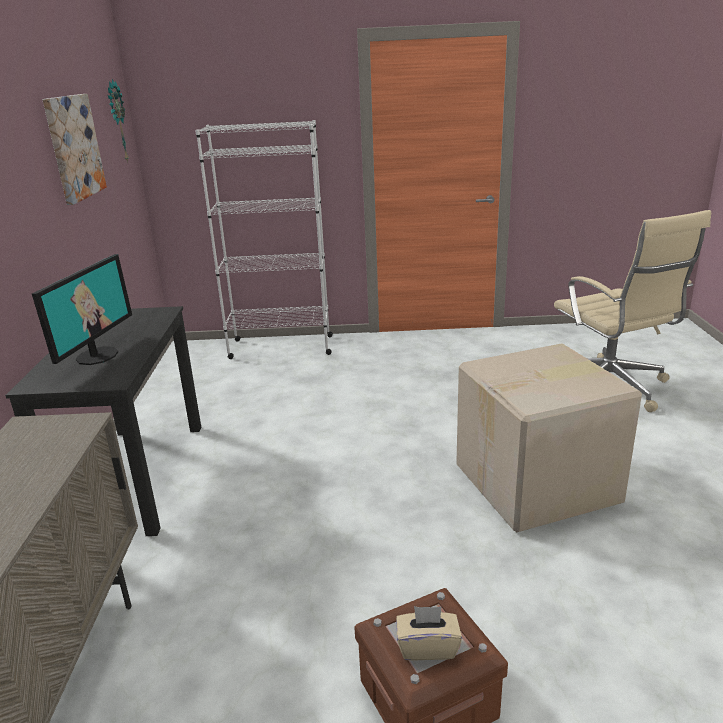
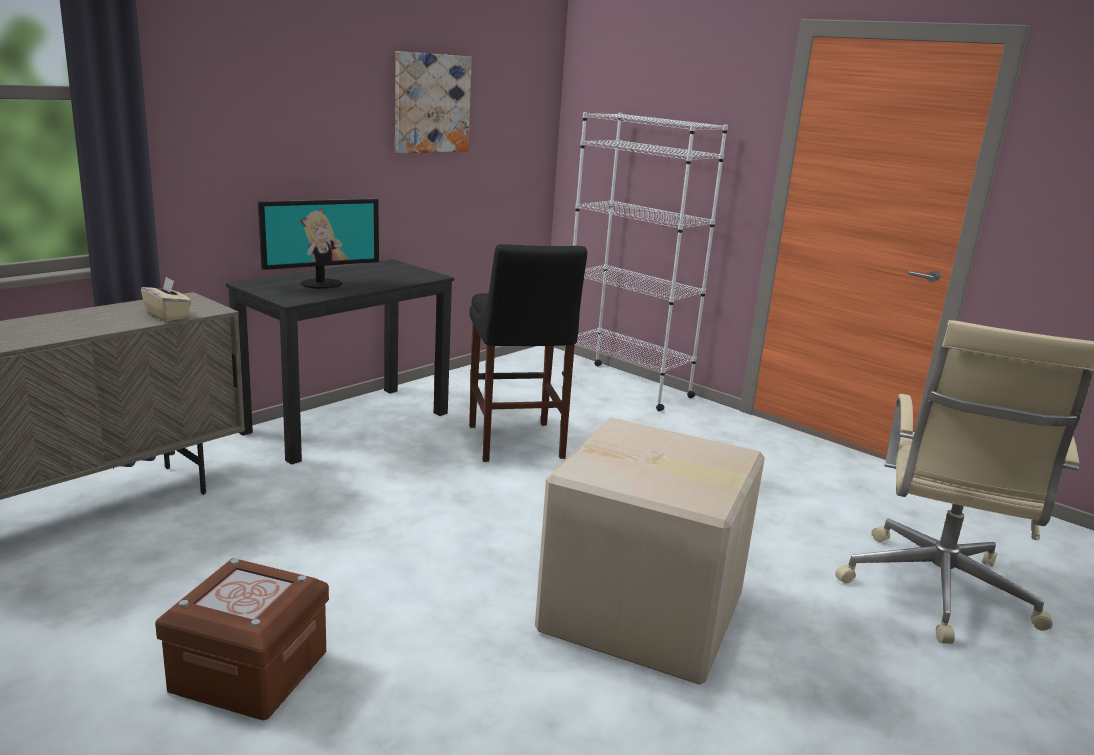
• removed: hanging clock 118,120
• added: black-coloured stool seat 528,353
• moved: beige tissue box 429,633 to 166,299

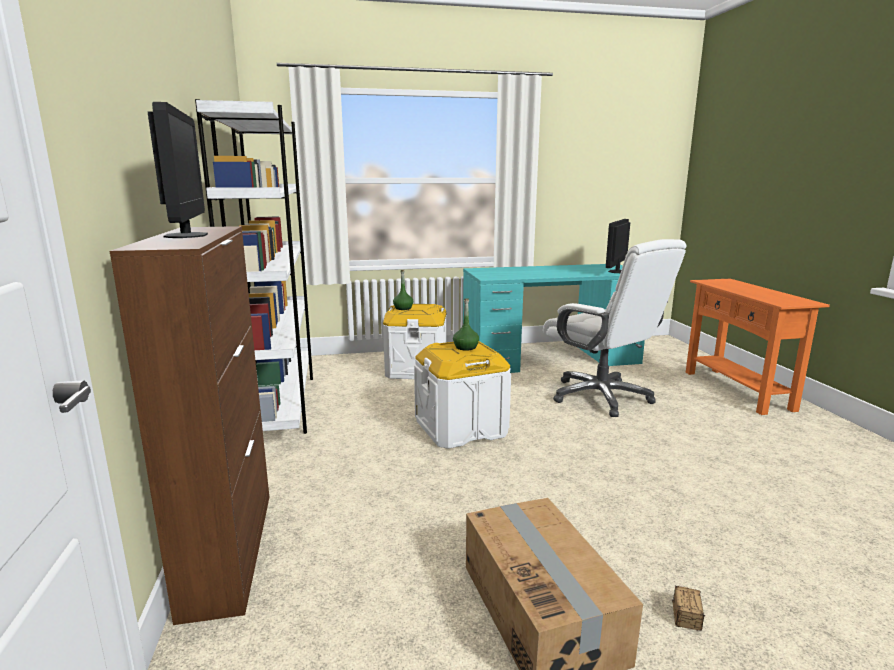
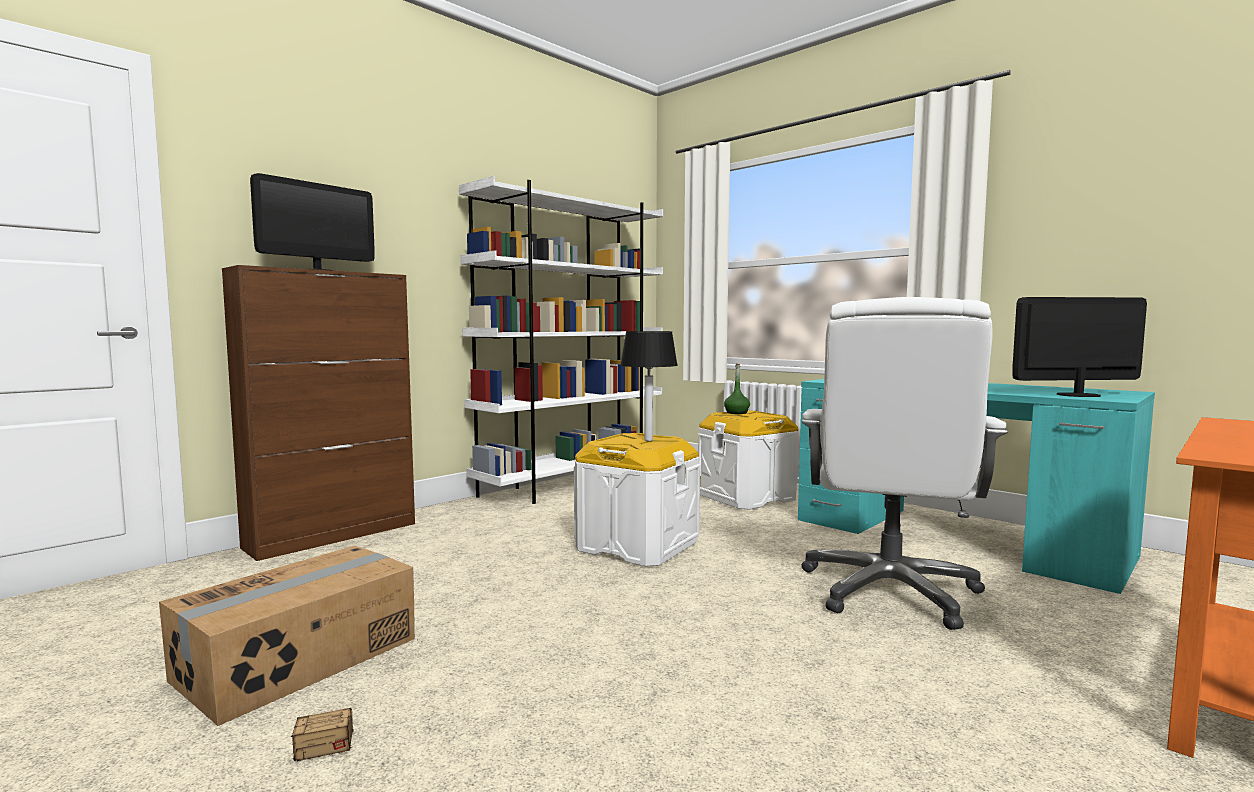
• replaced: green drink bottle 466,325 to table lamp 649,386

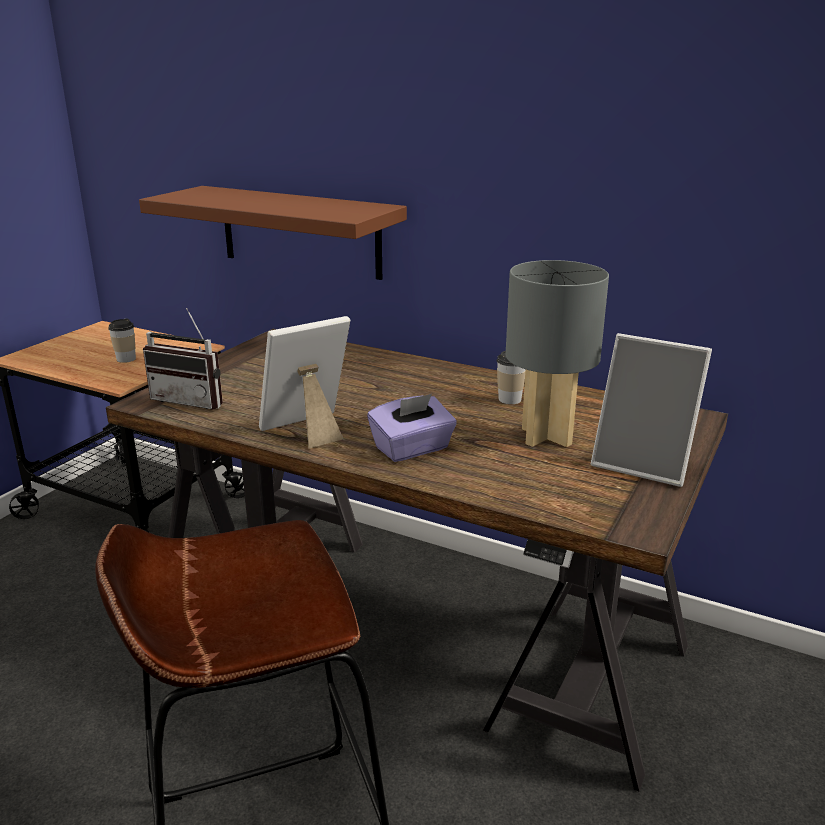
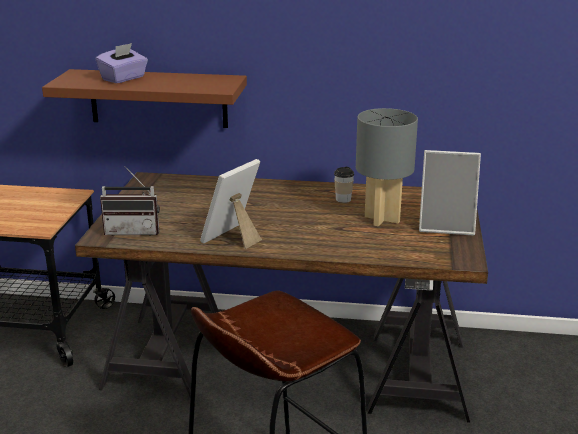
• removed: cup 122,340
• moved: purple tissue box 412,428 to 122,63

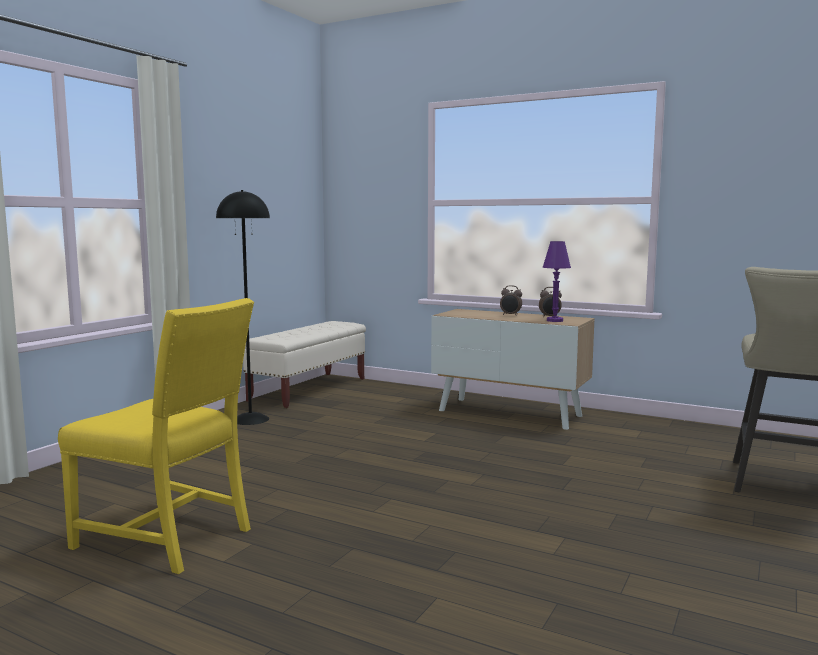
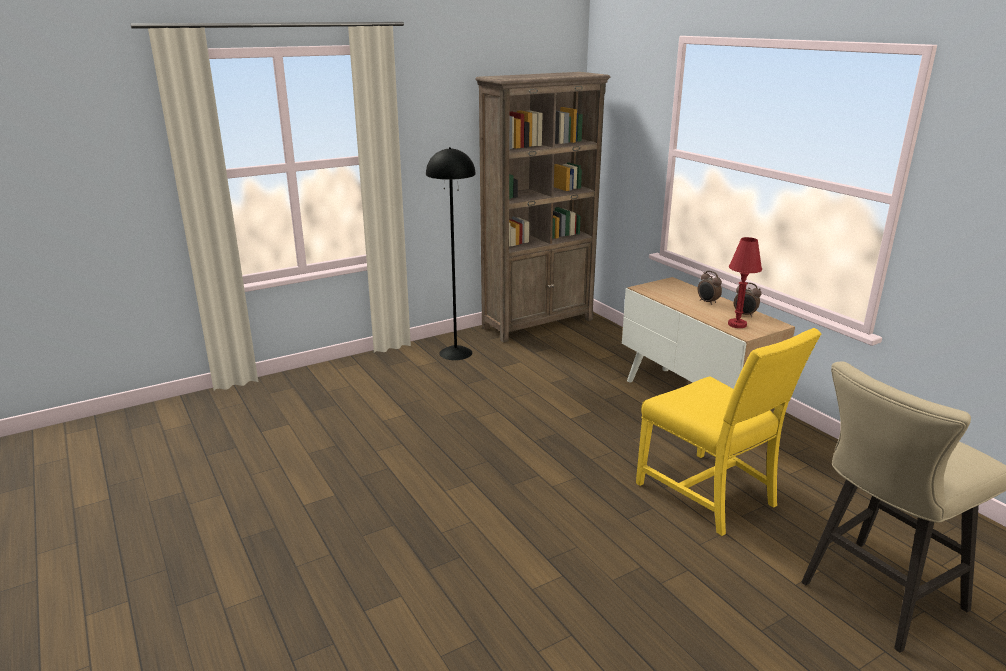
• moved: yellowish upright chair 156,436 to 728,432
• replaced: beige indoor bench 304,364 to brown-coloured shelving unit 542,207
• recoloured: purple table lamp 557,281 to red table lamp 745,282

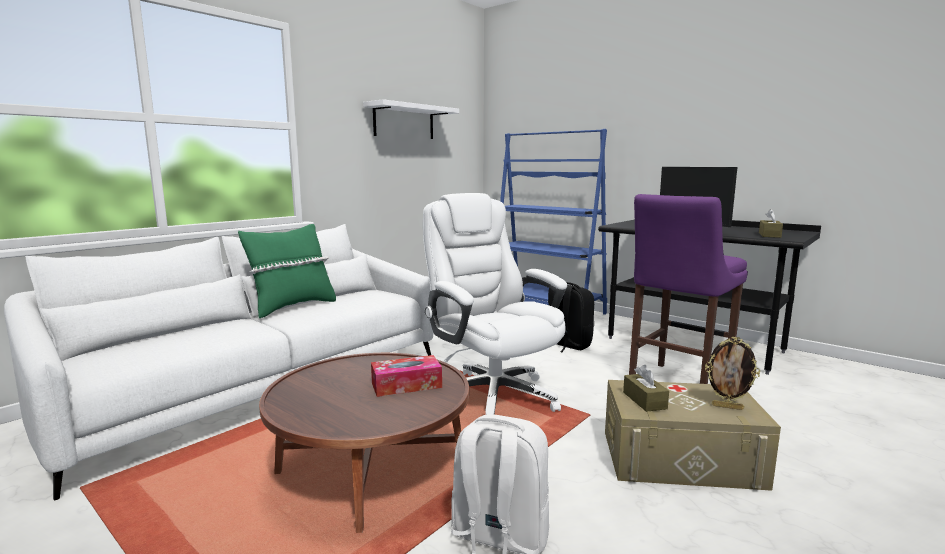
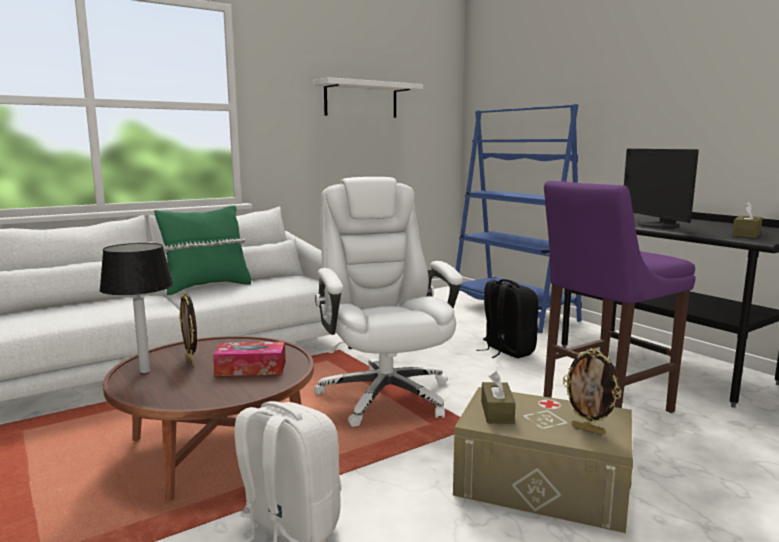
• added: table lamp 136,308
• added: photo frame 188,329

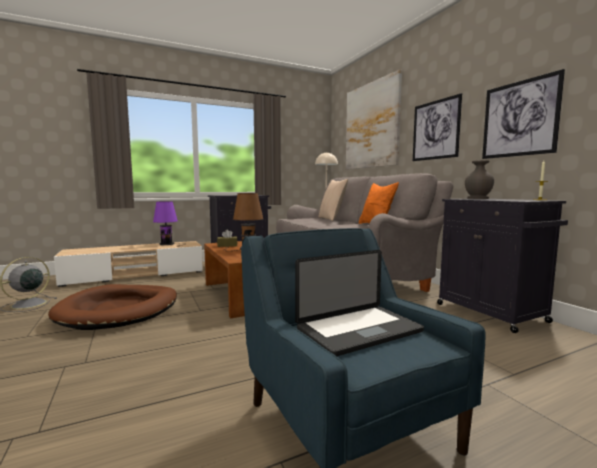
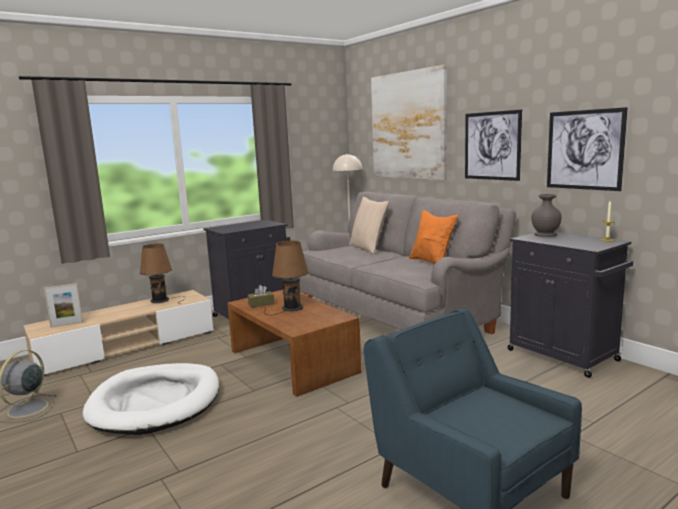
• removed: portable computer 359,303
• added: photo frame 63,305
• recoloured: brown-coloured dog bed 112,307 to white-coloured dog bed 151,399
• recoloured: purple table lamp 169,224 to brown-coloured table lamp 163,274

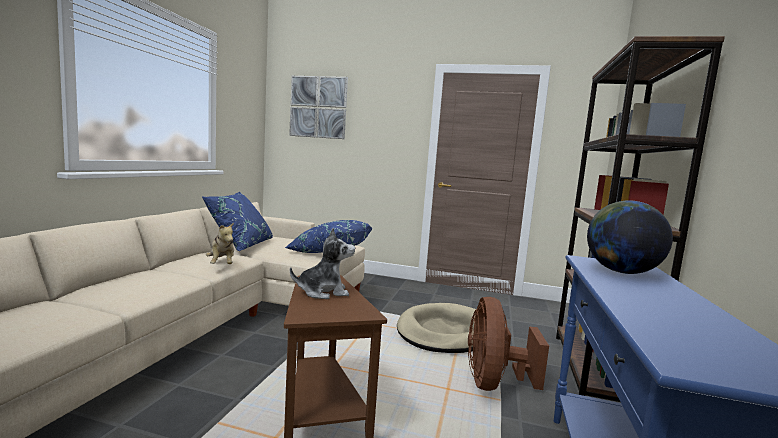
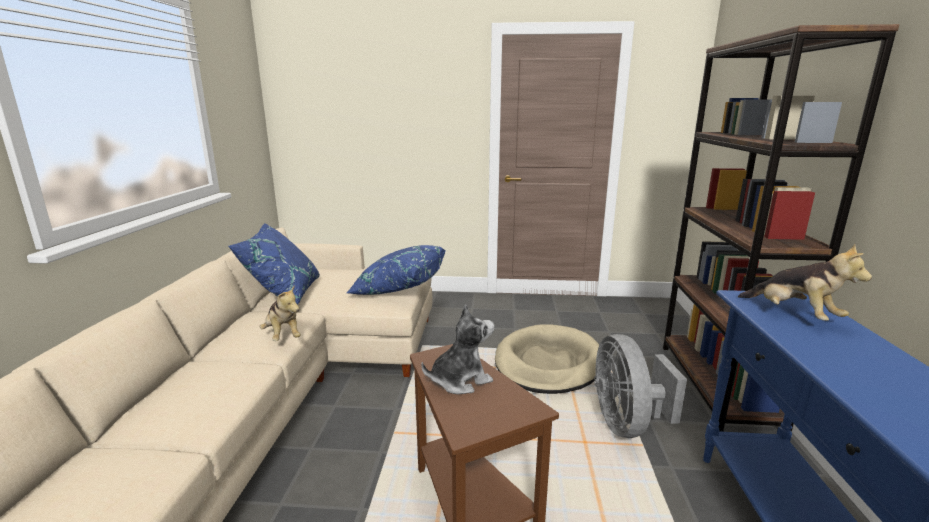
• removed: picture 318,107
• replaced: world globe 630,237 to soft toy 805,282
• recoloured: brown-coloured fan 508,344 to grey fan 640,386

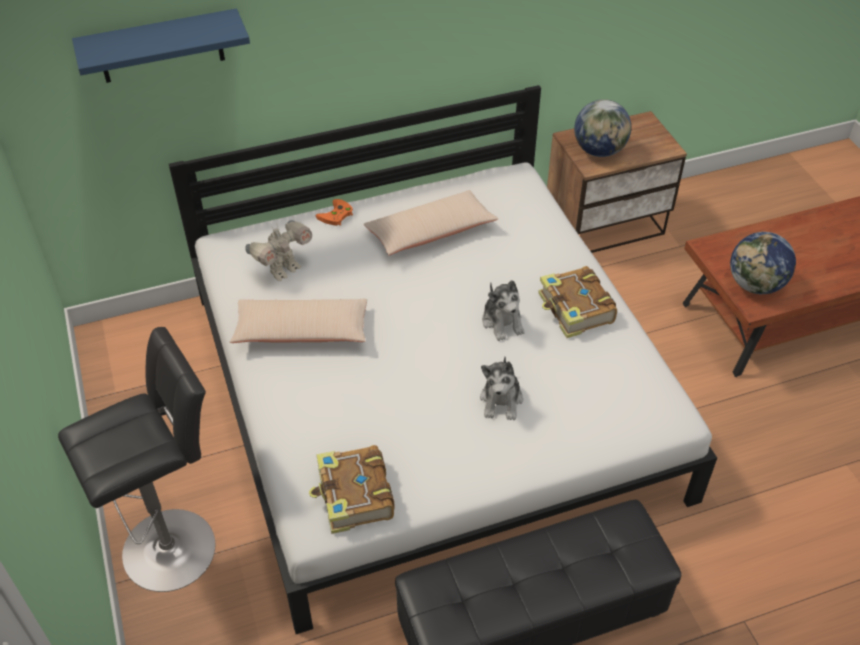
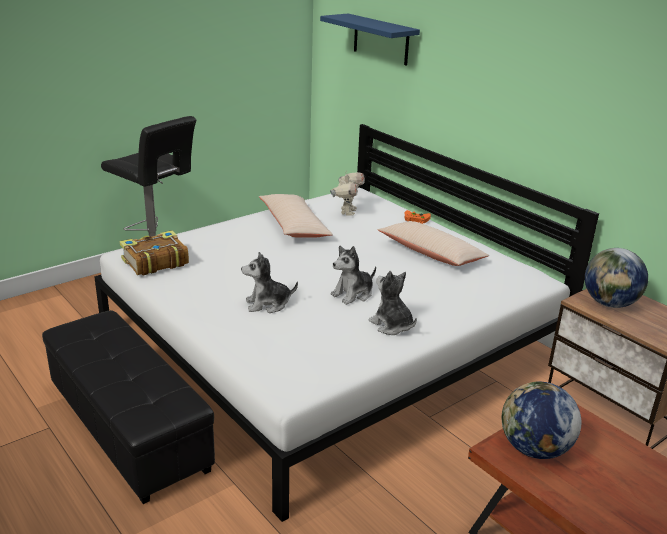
• replaced: bound book 577,302 to soft toy 393,303
• turned: toy robot 278,250 = 347,193 105 degrees counterclockwise

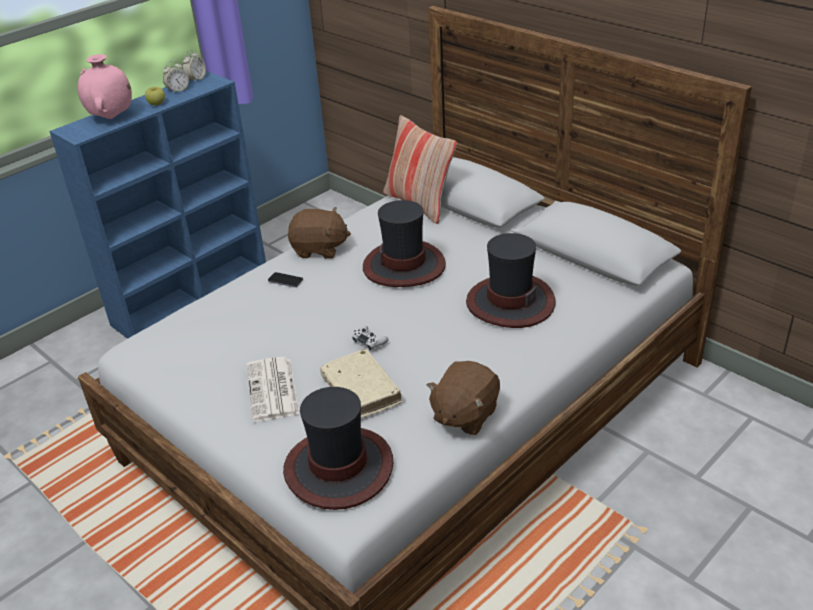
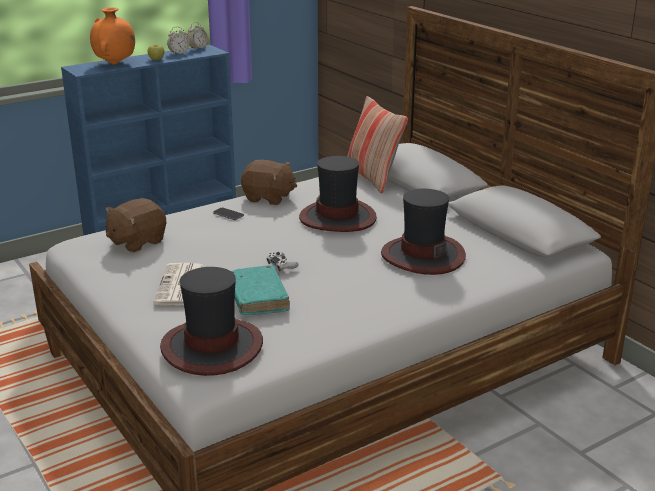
• moved: brown-coloured soft toy 463,398 to 135,225
• recoloured: pink-coloured decorative vase 105,86 to orangey decorative vase 112,36
• recoloured: beige bound book 361,383 to turquoise-coloured bound book 260,290

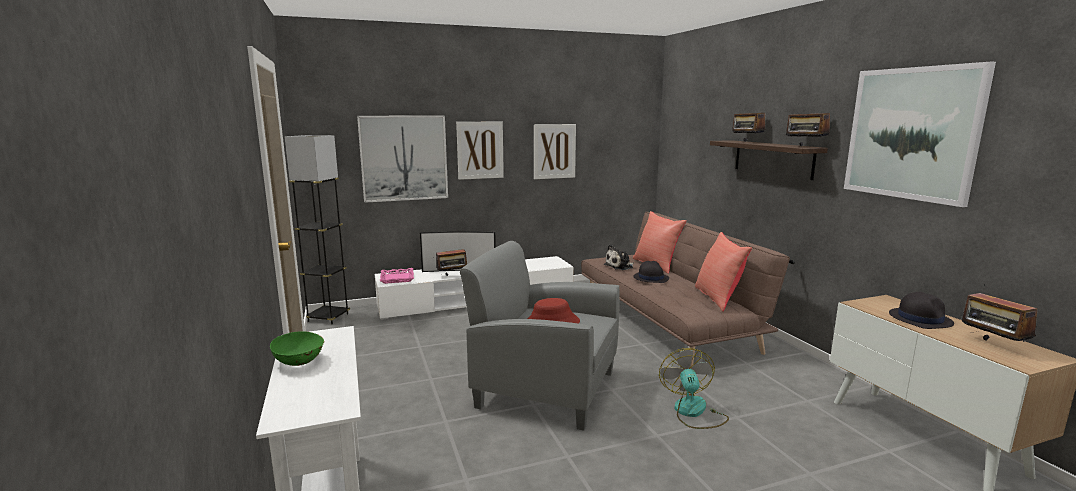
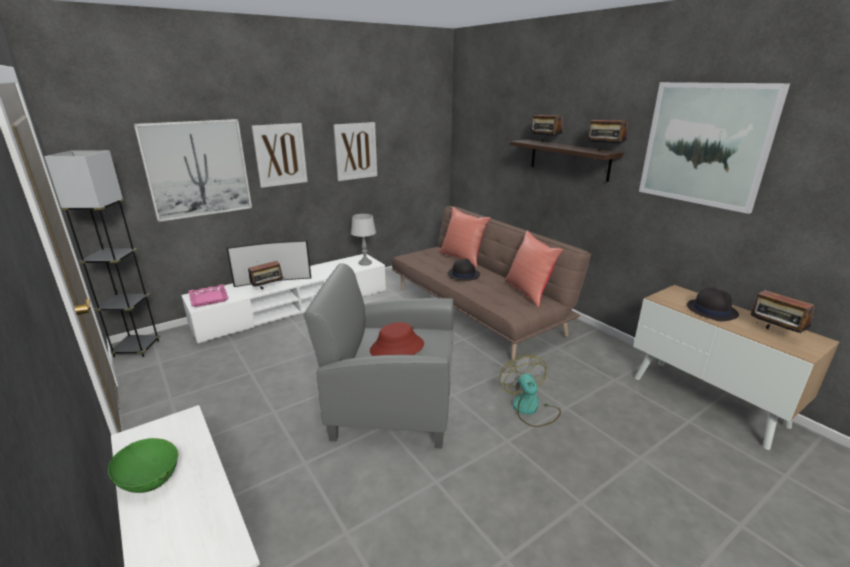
• removed: soft toy 619,257
• added: grey table lamp 363,240

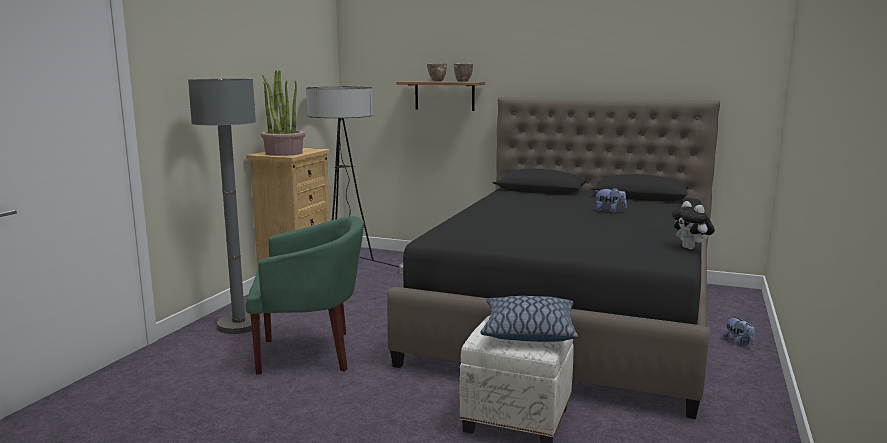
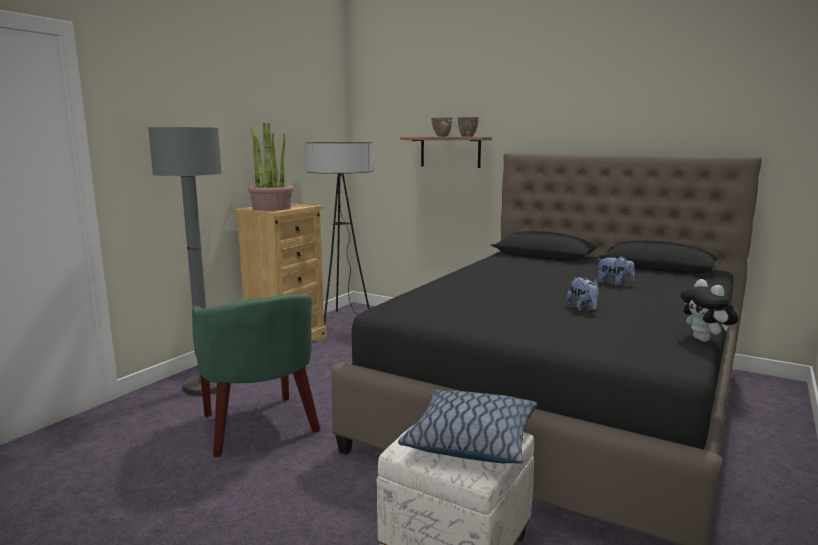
• moved: soft toy 739,331 to 582,294
• turned: green armchair 305,295 = 256,375 60 degrees clockwise

